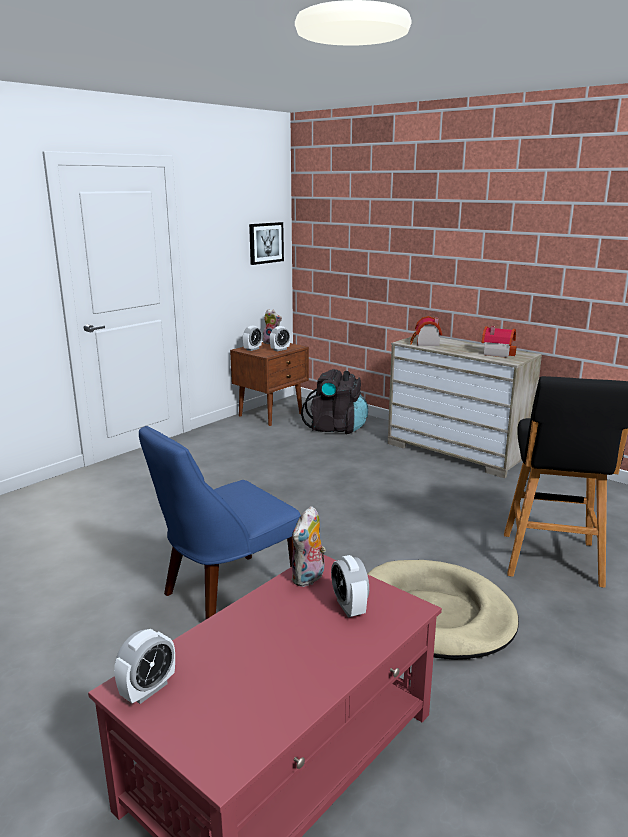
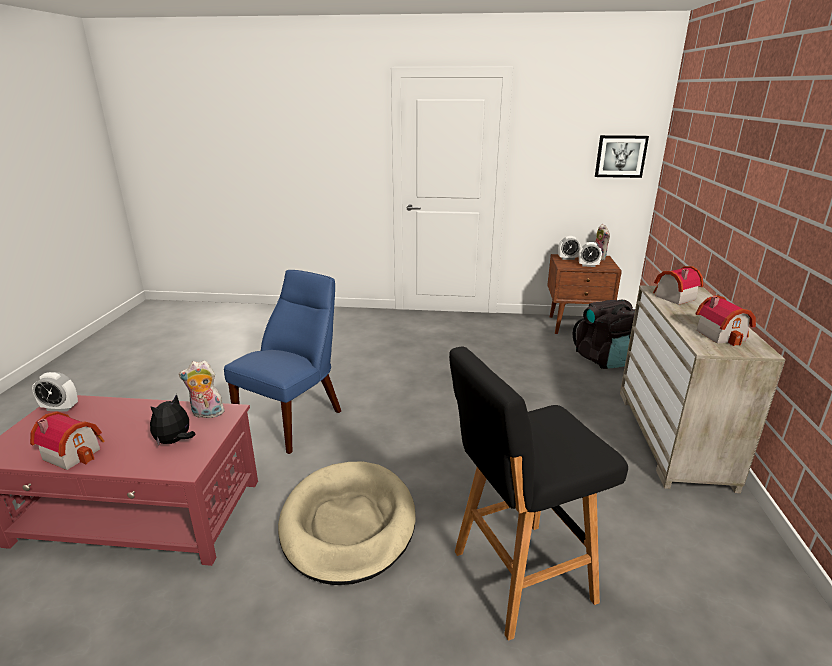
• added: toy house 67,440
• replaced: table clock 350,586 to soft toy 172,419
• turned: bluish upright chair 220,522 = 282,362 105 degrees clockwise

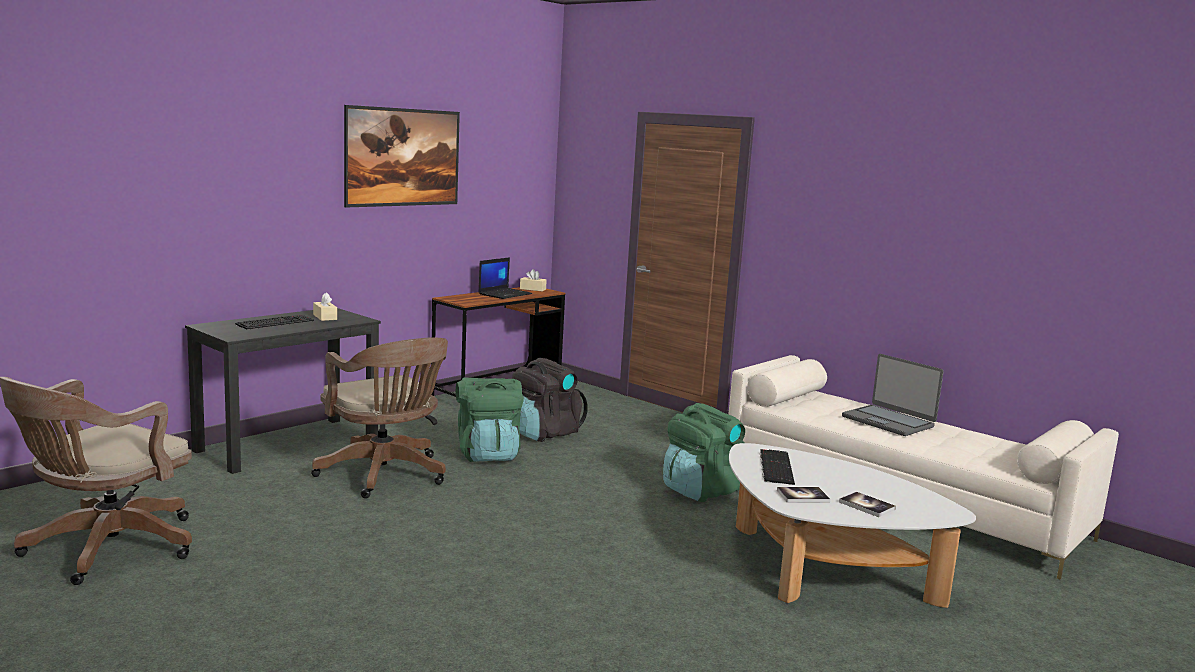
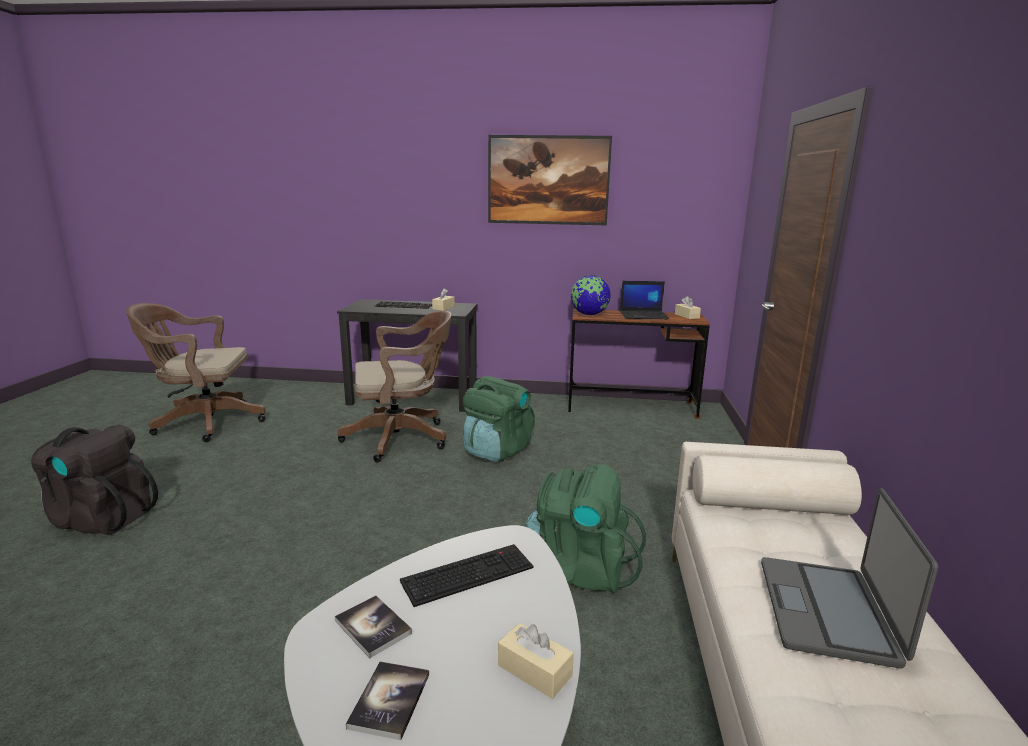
• added: beige tissue box 536,661
• added: world globe 590,295
• moved: black-coloured knapsack 550,400 to 94,479
• turned: brown-coloured desk chair 379,417 = 395,386 120 degrees counterclockwise

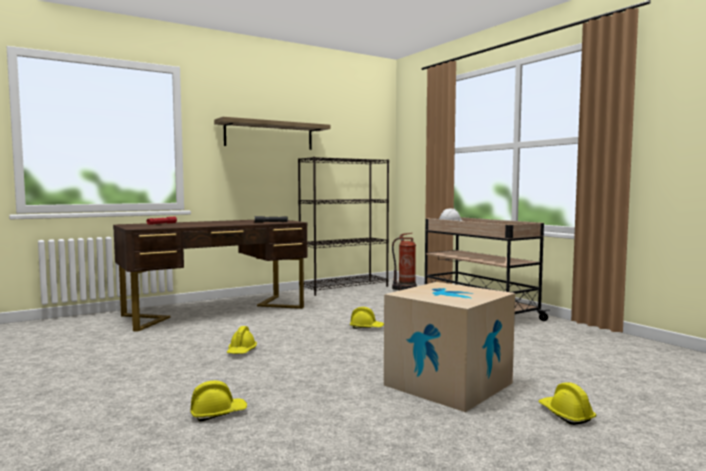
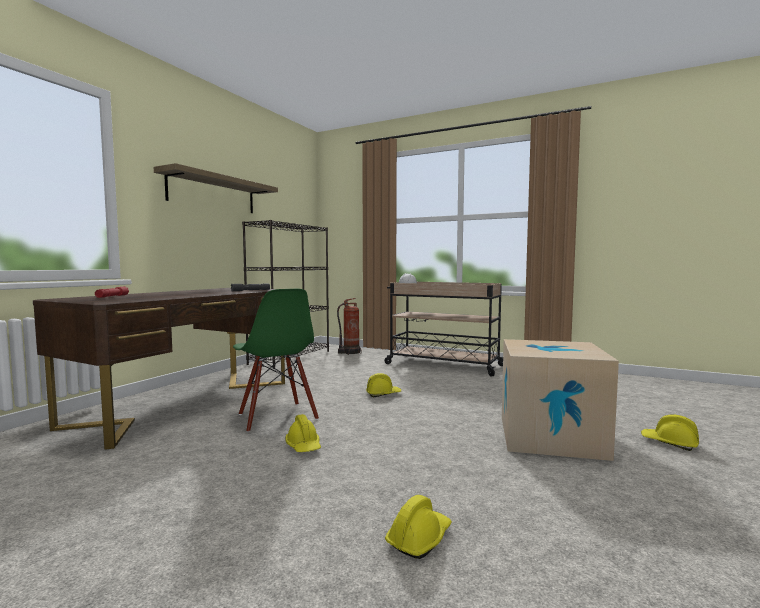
• added: green upright chair 276,360

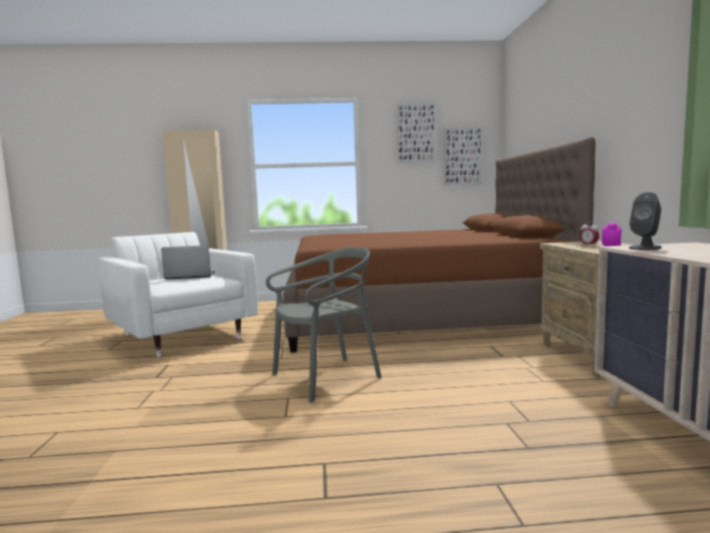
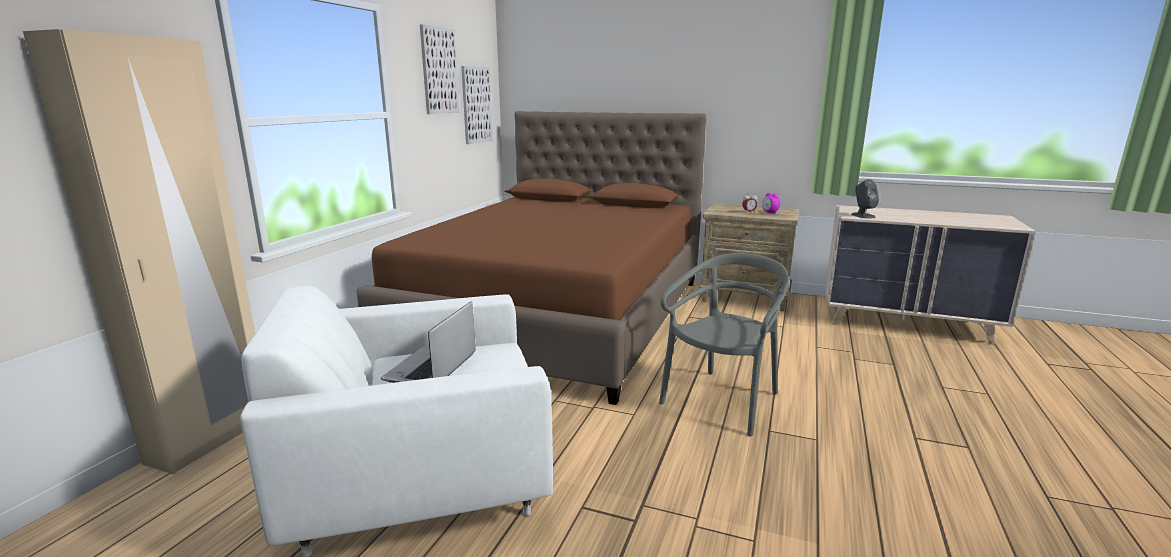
• turned: grey upright chair 323,324 = 724,345 45 degrees clockwise

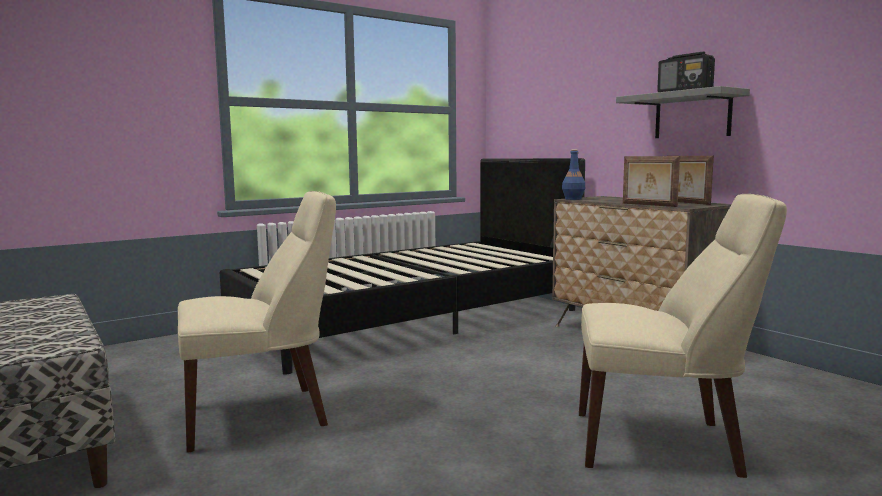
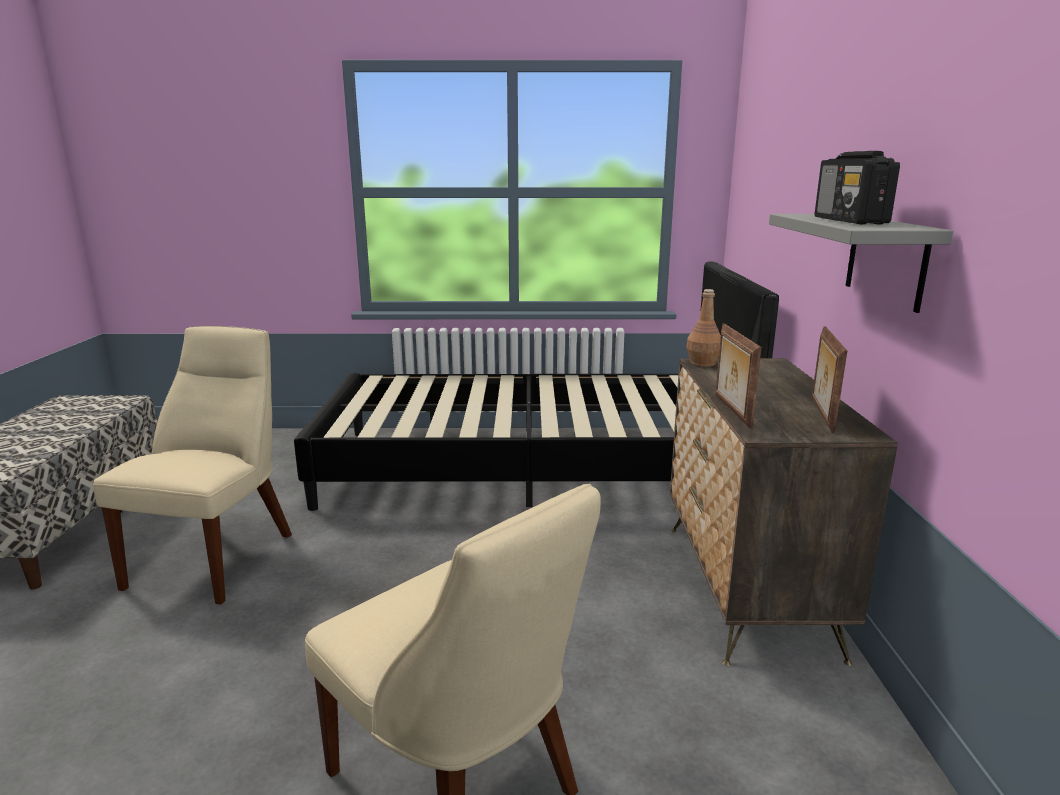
• recoloured: bluish drink bottle 573,174 to brown-coloured drink bottle 704,328
• turned: beige upright chair 257,321 = 192,465 90 degrees counterclockwise

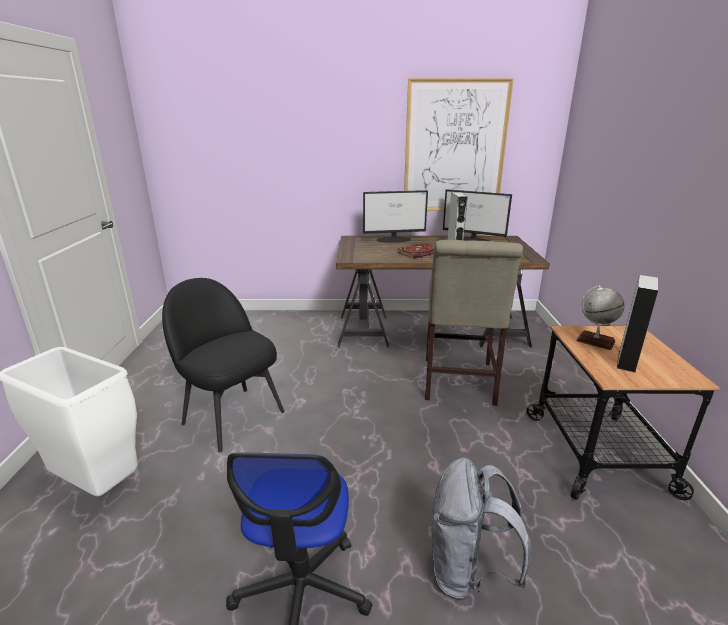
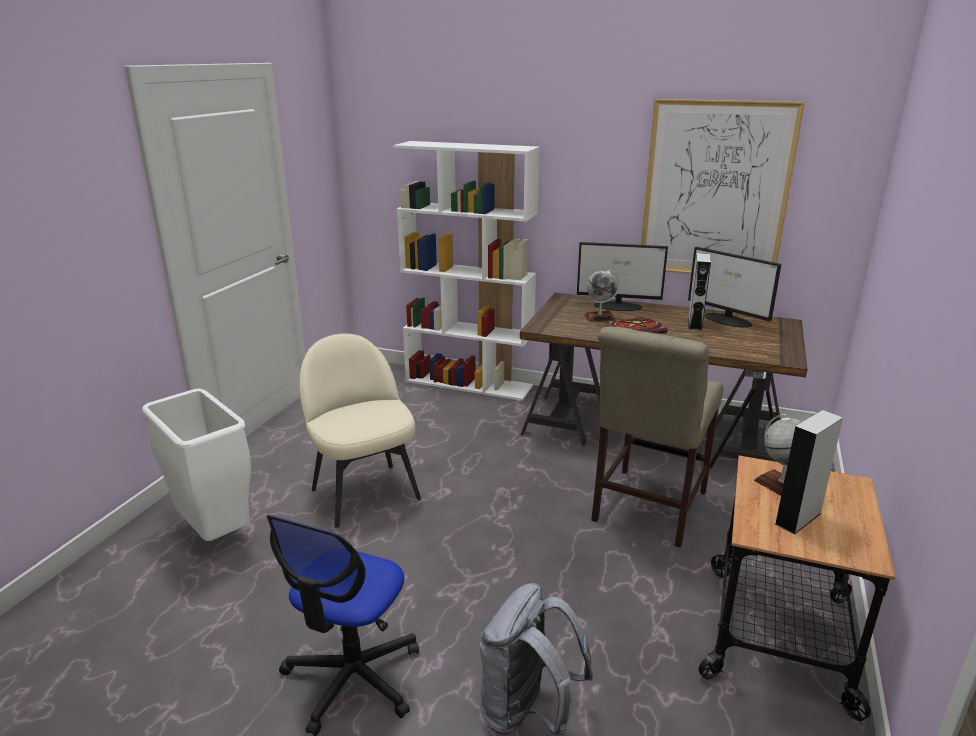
• added: white-coloured shelving unit 466,271
• added: world globe 602,295
• recoloured: black-coloured upright chair 223,365 to beige upright chair 360,431

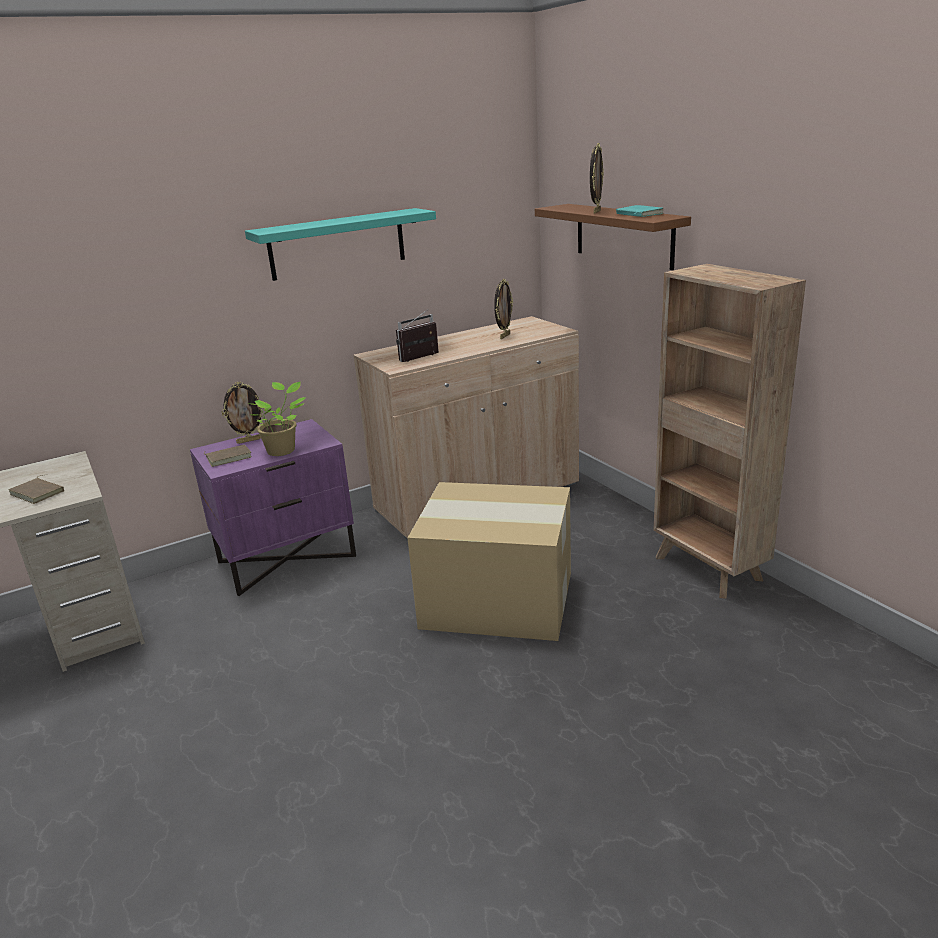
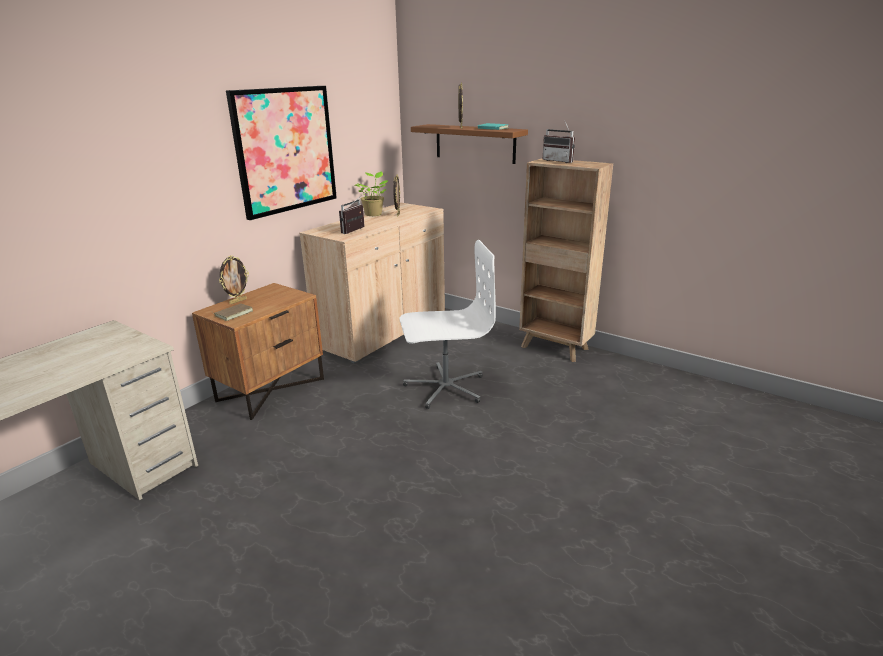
• removed: brown-coloured bound book 36,489
• added: radio 558,141
• moved: plant in a pot 278,419 to 371,194
• replaced: turquoise-coloured bracket shelf 340,244 to picture 281,153
• replaced: packing box 489,561 to white-coloured desk chair 447,324
• recoloured: purple night table 273,507 to brown-coloured night table 258,351

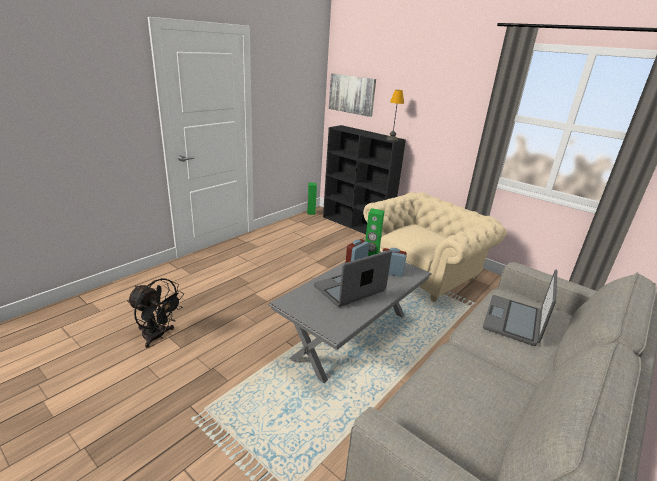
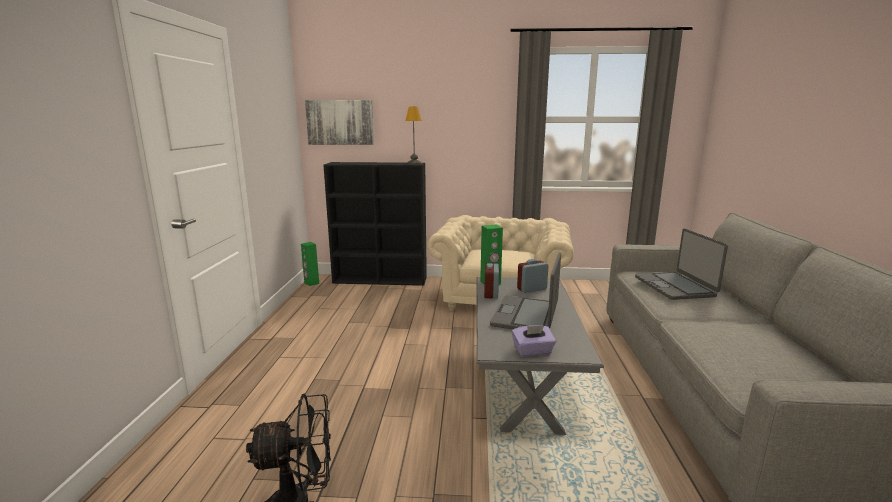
• added: purple tissue box 534,341

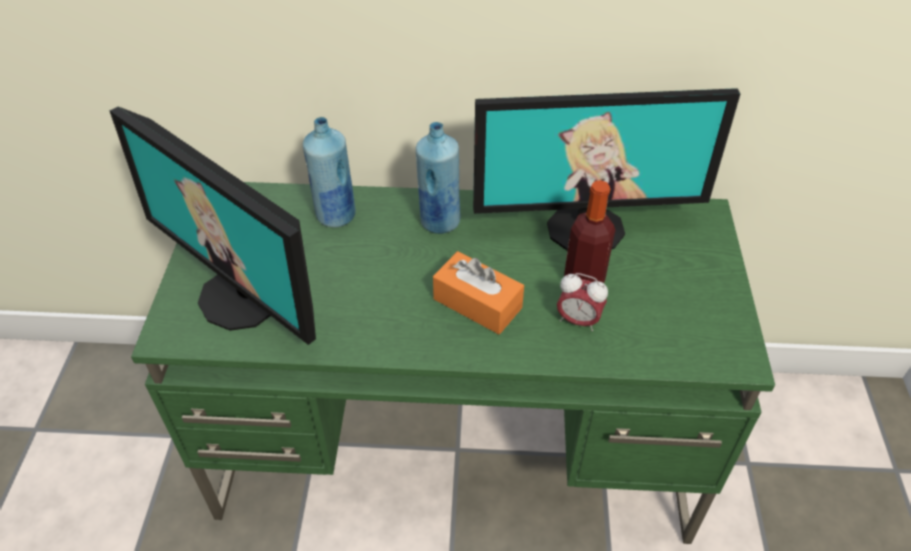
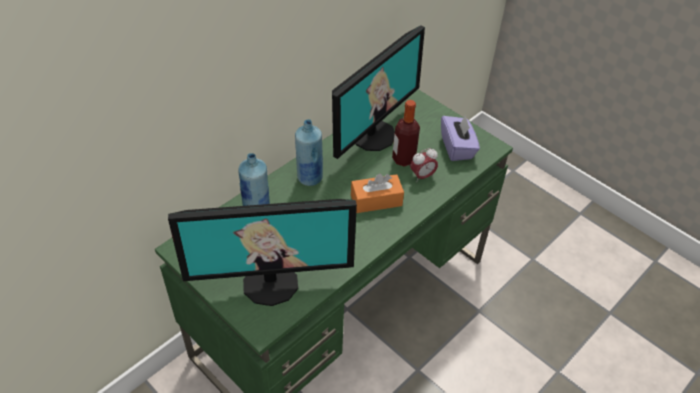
• added: purple tissue box 460,138

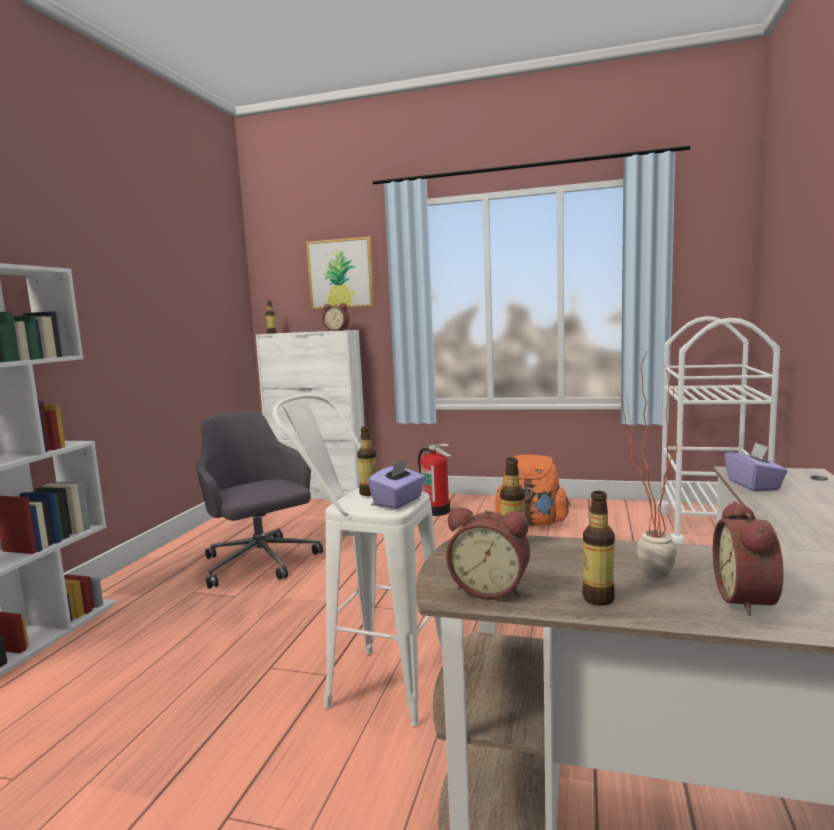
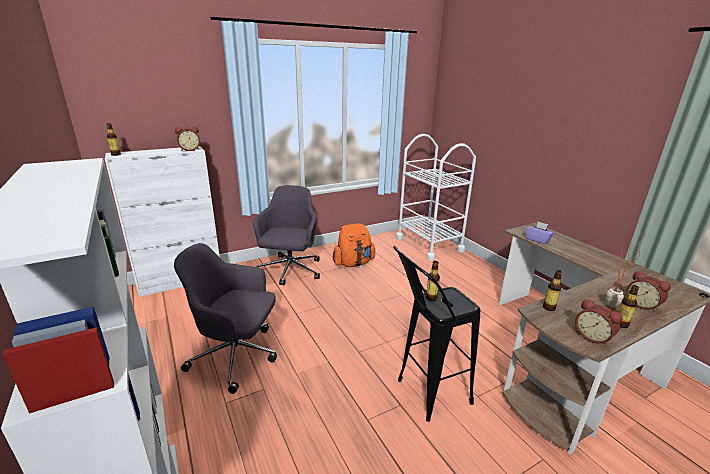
• removed: picture 340,273
• removed: purple tissue box 396,484
• replaced: fire extinguisher 435,480 to grey desk chair 286,235
• recoloured: white-coloured stool seat 358,560 to black-coloured stool seat 436,334
• turned: table clock 488,553 = 599,322 75 degrees clockwise

